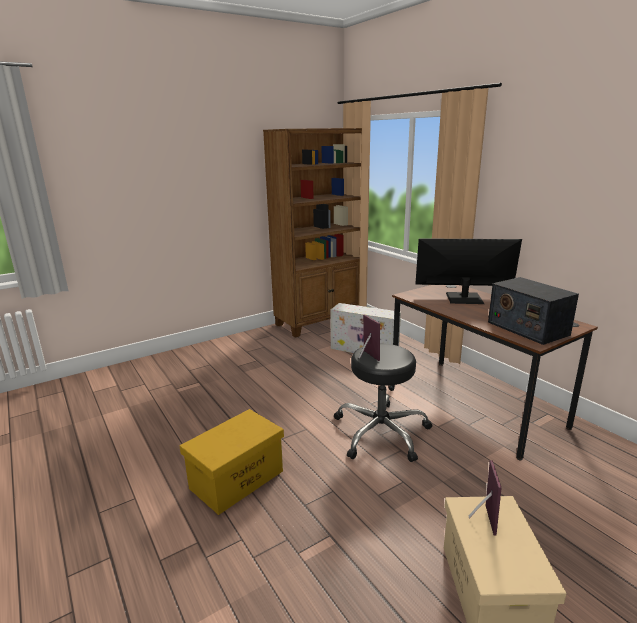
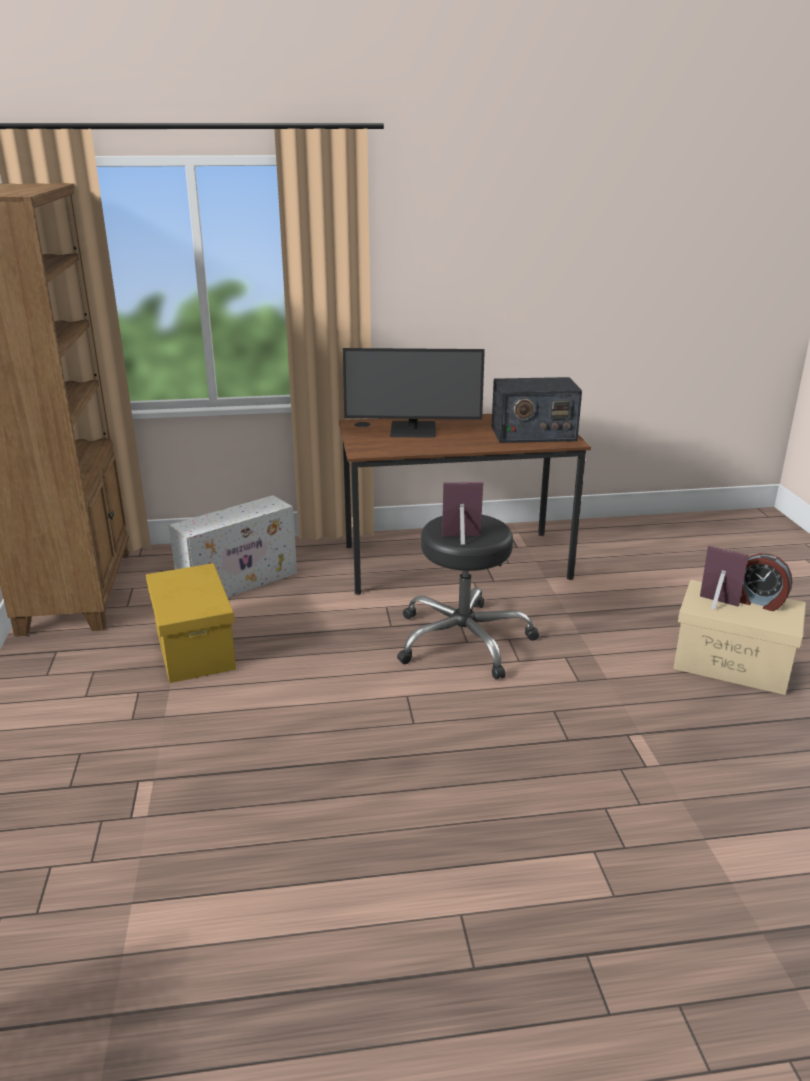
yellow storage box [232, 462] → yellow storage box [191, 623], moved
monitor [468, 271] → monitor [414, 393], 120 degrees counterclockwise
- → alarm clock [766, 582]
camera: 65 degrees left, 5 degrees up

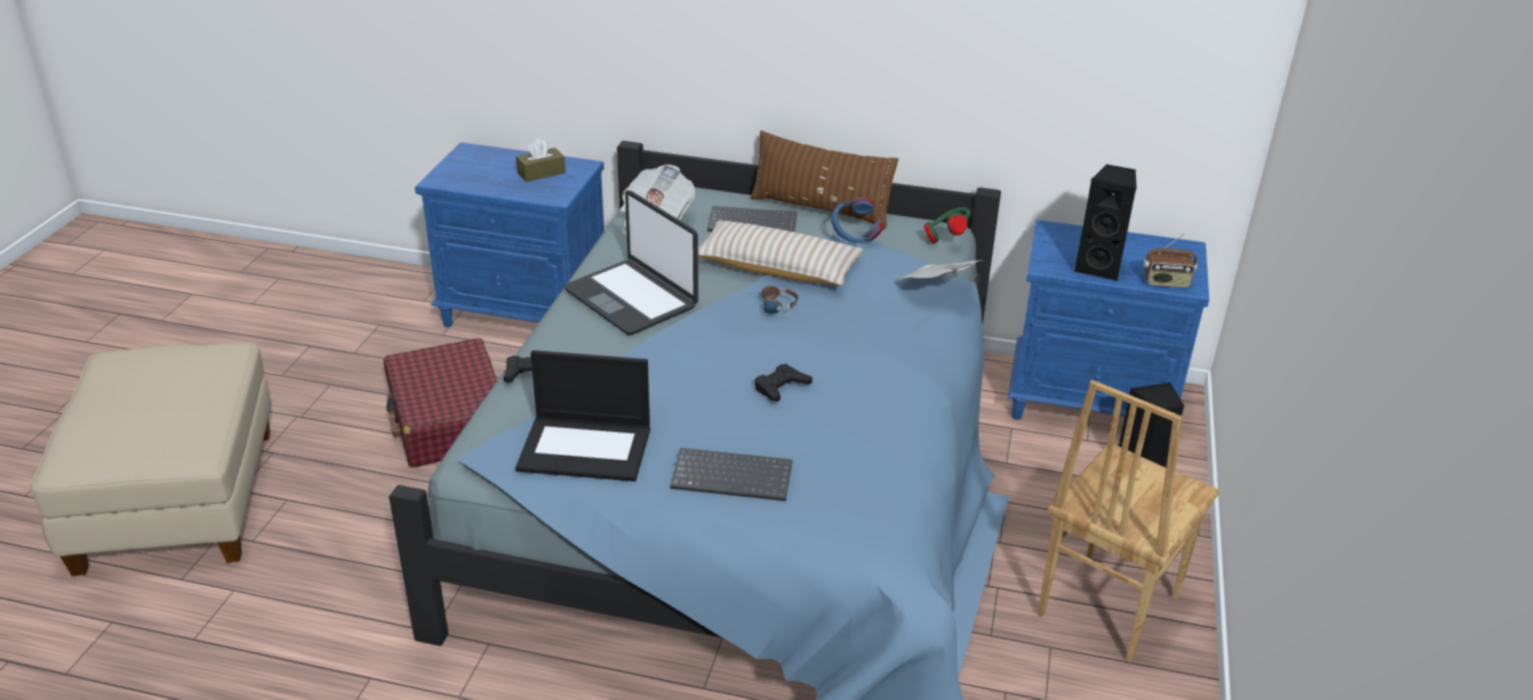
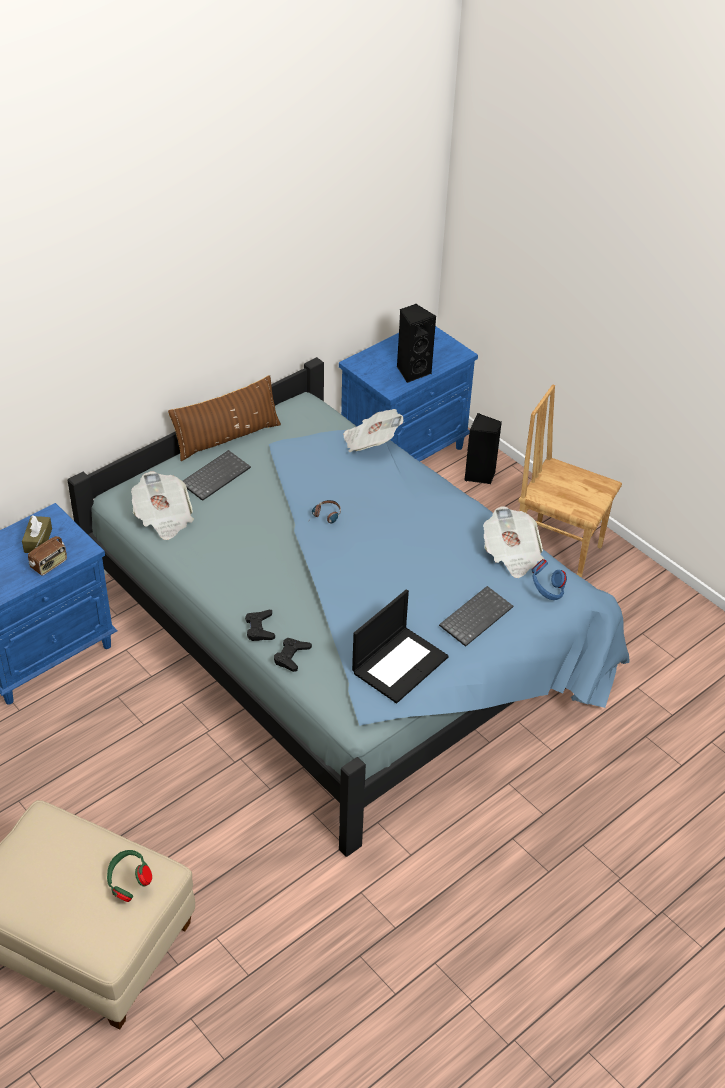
red suitcase [440, 403] → -
laptop [631, 263] → -
beige pillow [780, 253] → -
black game controller [783, 383] → black game controller [260, 625], moved
blue headphones [857, 220] → blue headphones [549, 579], moved
green headphones [947, 225] → green headphones [129, 876], moved
brown chair [1128, 521] → brown chair [570, 481], 135 degrees clockwise
radio [1170, 261] → radio [47, 553], moved
- → newspaper [513, 542]
camera: 55 degrees left, 10 degrees up

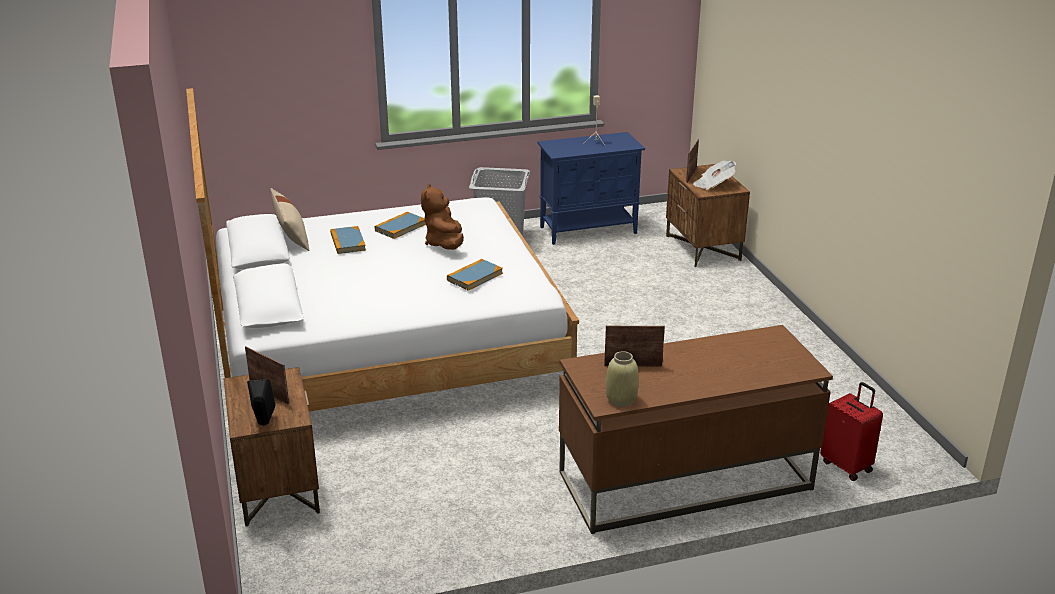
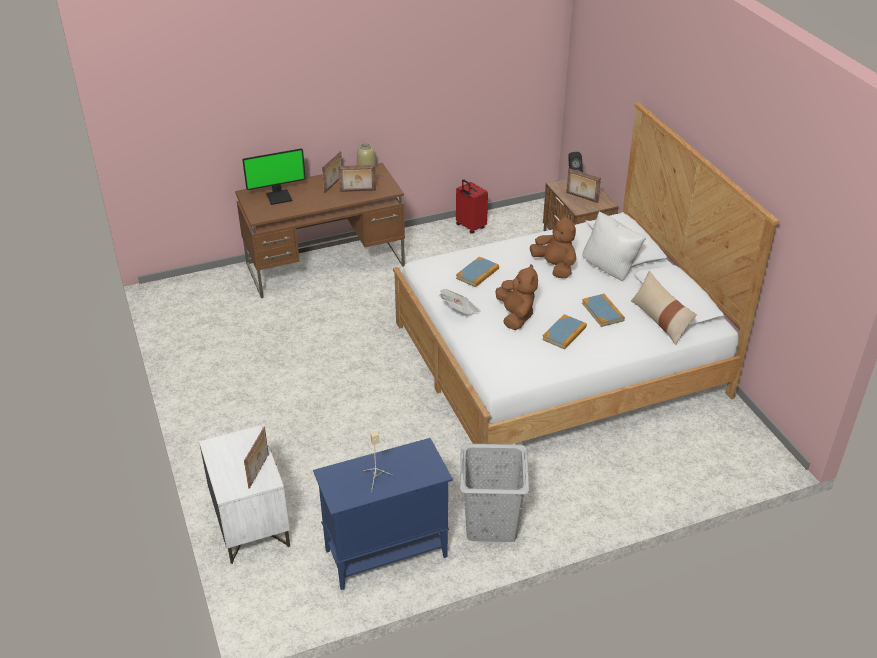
brown nightstand [708, 215] → white nightstand [244, 494]
newspaper [714, 175] → newspaper [460, 301], moved
red suitcase [851, 431] → red suitcase [472, 206], moved
- → monitor [274, 176]
- → picture frame [332, 172]
- → brown plush toy [553, 246]
- → white pillow [614, 246]
camera: 175 degrees right, 10 degrees up

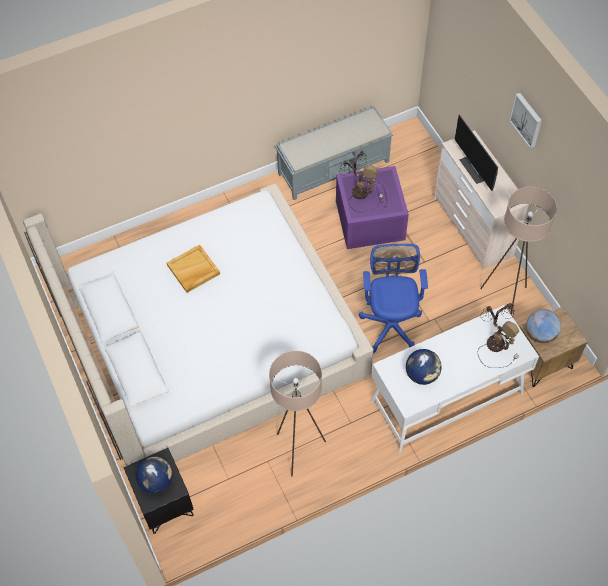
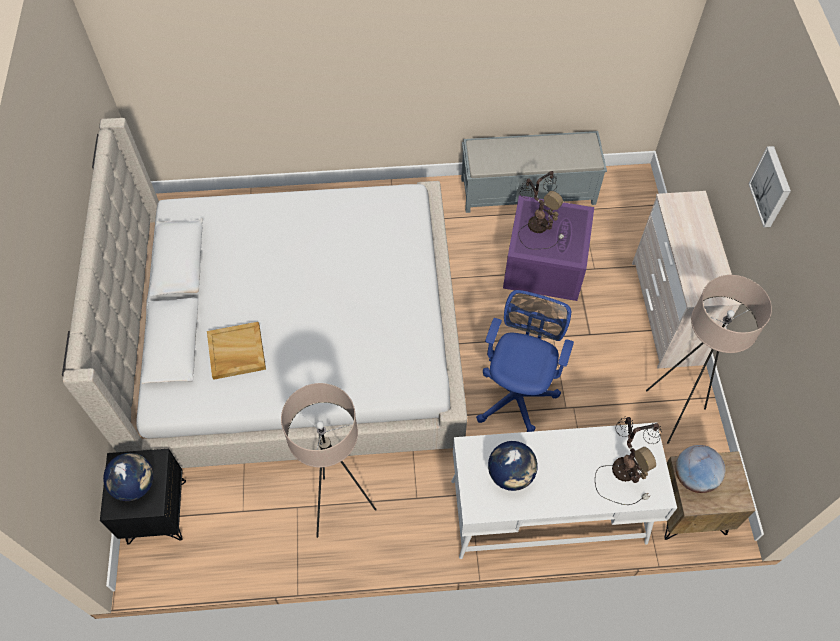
beige tray [193, 269] → beige tray [236, 351], moved
monitor [476, 152] → -
camera: 20 degrees right, 0 degrees up

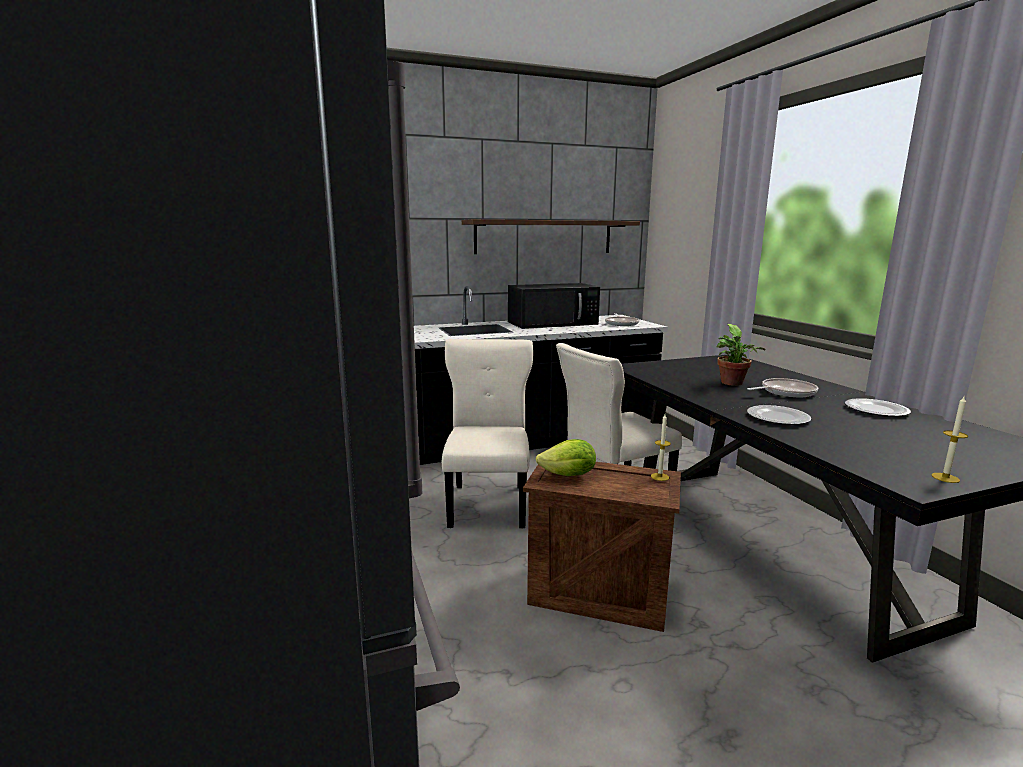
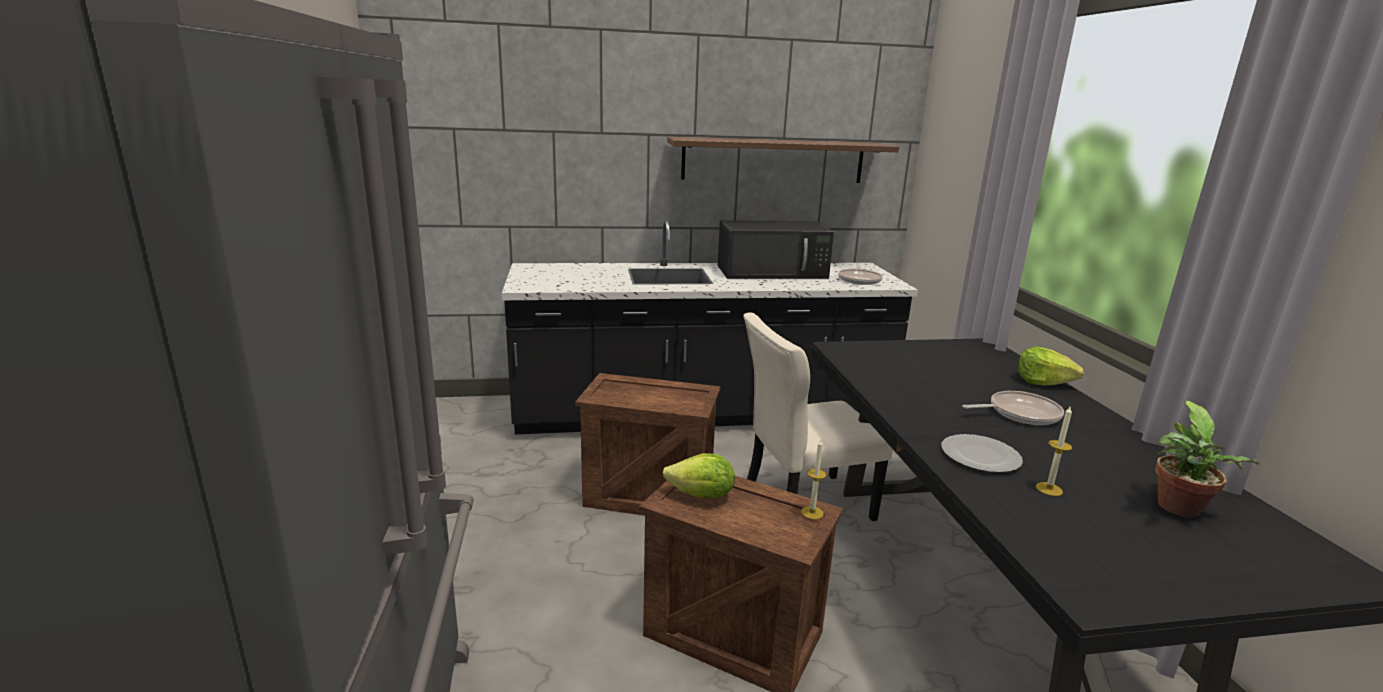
beige chair [487, 434] → crate [647, 444]
potted plant [741, 355] → potted plant [1207, 459], moved
plate [878, 407] → -
candle [949, 440] → candle [1054, 451], moved
- → lettuce [1051, 365]
camera: 10 degrees right, 5 degrees up

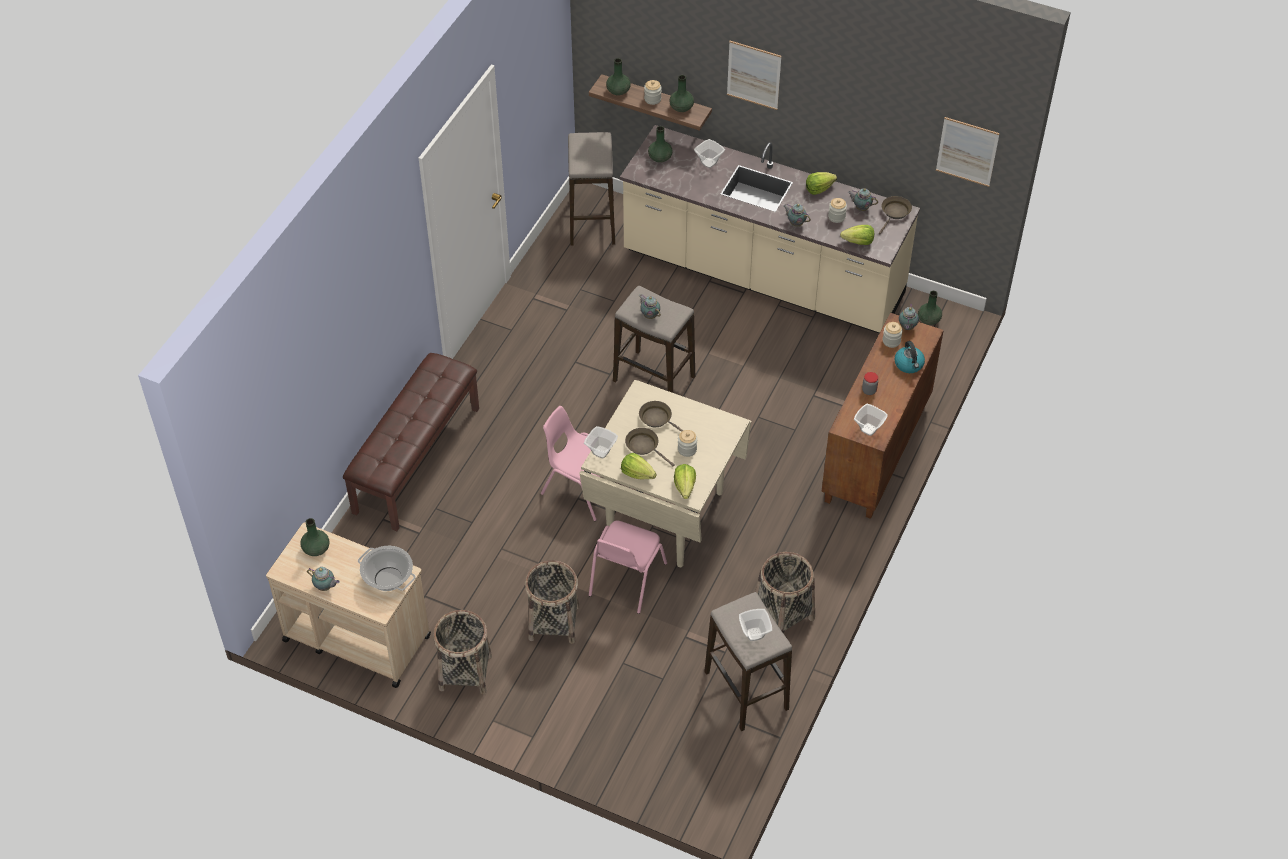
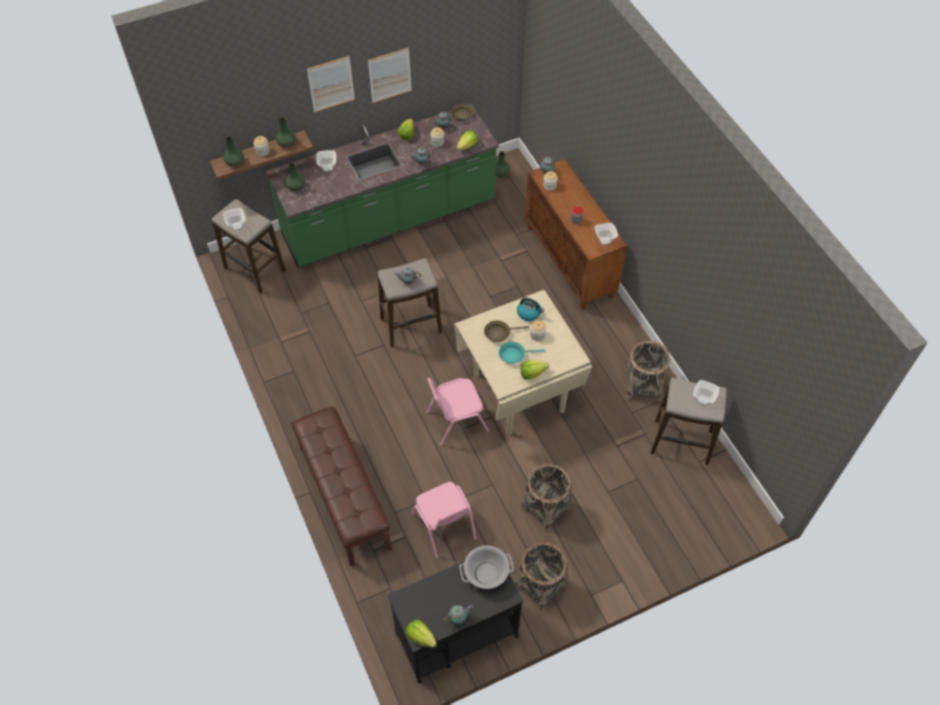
beige cart [348, 605] → black cart [455, 622]
green vase [314, 537] → -
bowl [601, 442] → bowl [234, 219], moved
pink chair [628, 567] → pink chair [444, 520], moved
beige counter [770, 229] → green counter [382, 185]
brown frying pan [650, 447] → turquoise frying pan [522, 353]
lettuce [685, 481] → lettuce [421, 634], moved
kettle [910, 357] → kettle [530, 309], moved
picture [968, 152] → picture [390, 75], moved
camera: 50 degrees left, 5 degrees up

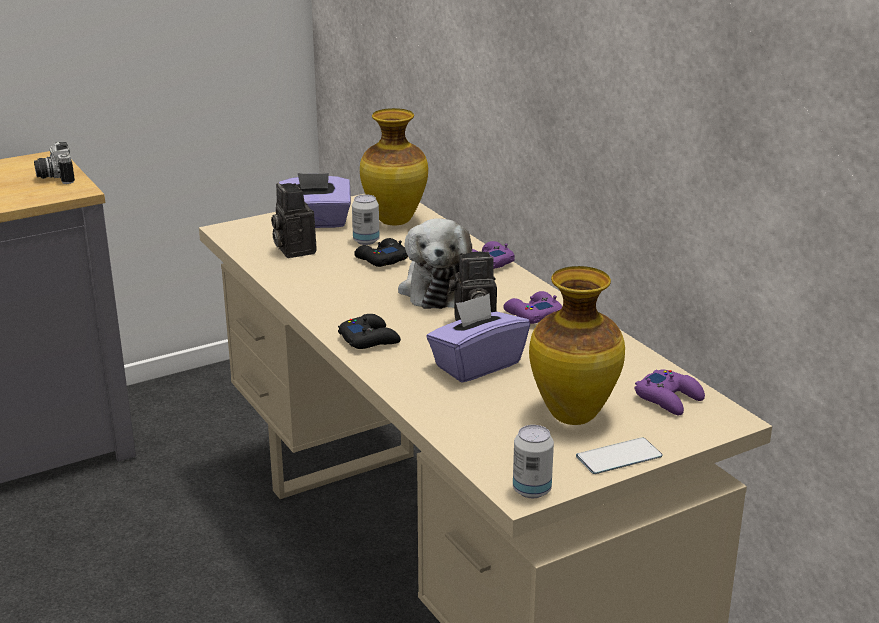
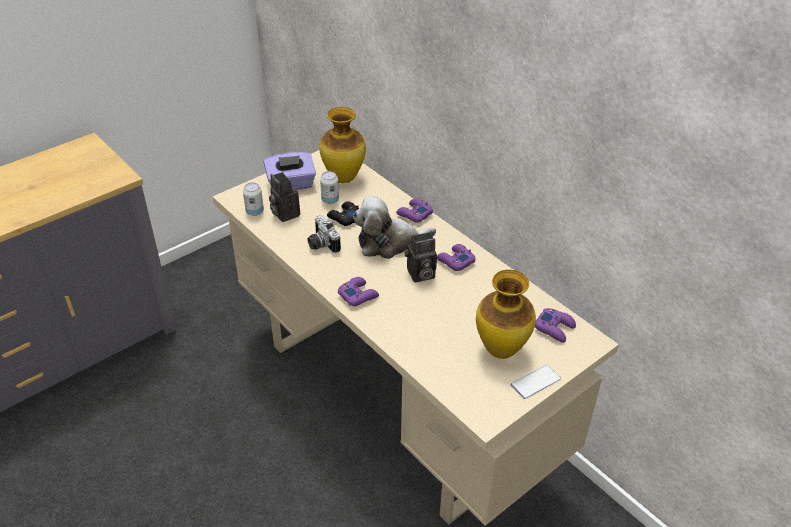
photo camera [54, 163] → photo camera [324, 234], moved
black game controller [369, 331] → purple game controller [358, 291]
plush toy [435, 263] → plush toy [394, 227], 90 degrees clockwise
purple tissue box [478, 338] → -
can [533, 461] → can [253, 199], moved
camera: 10 degrees left, 15 degrees up

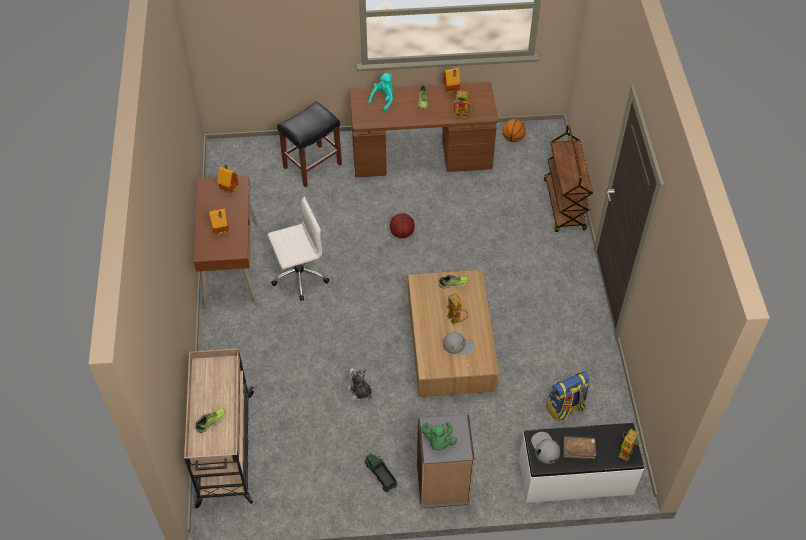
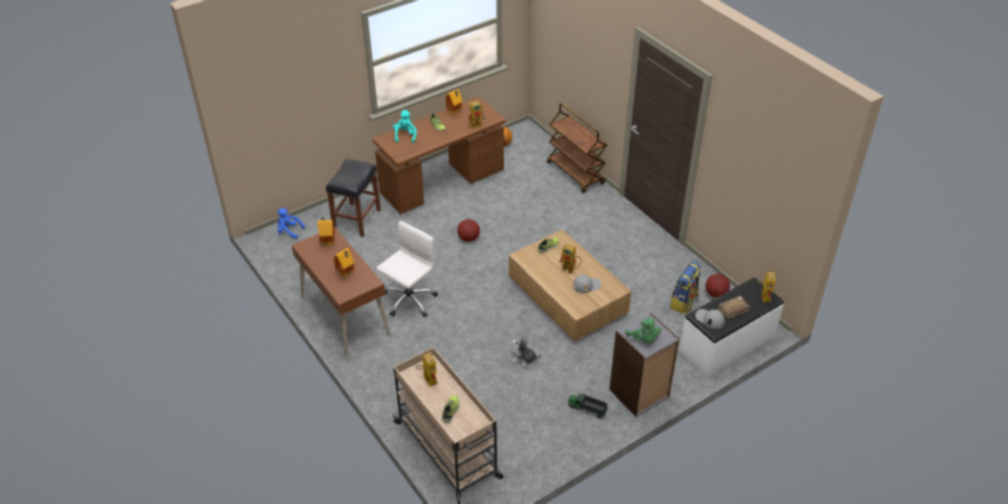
- → blue plush toy [291, 223]
- → toy robot [427, 369]
- → basketball [718, 286]
camera: 30 degrees left, 10 degrees down

